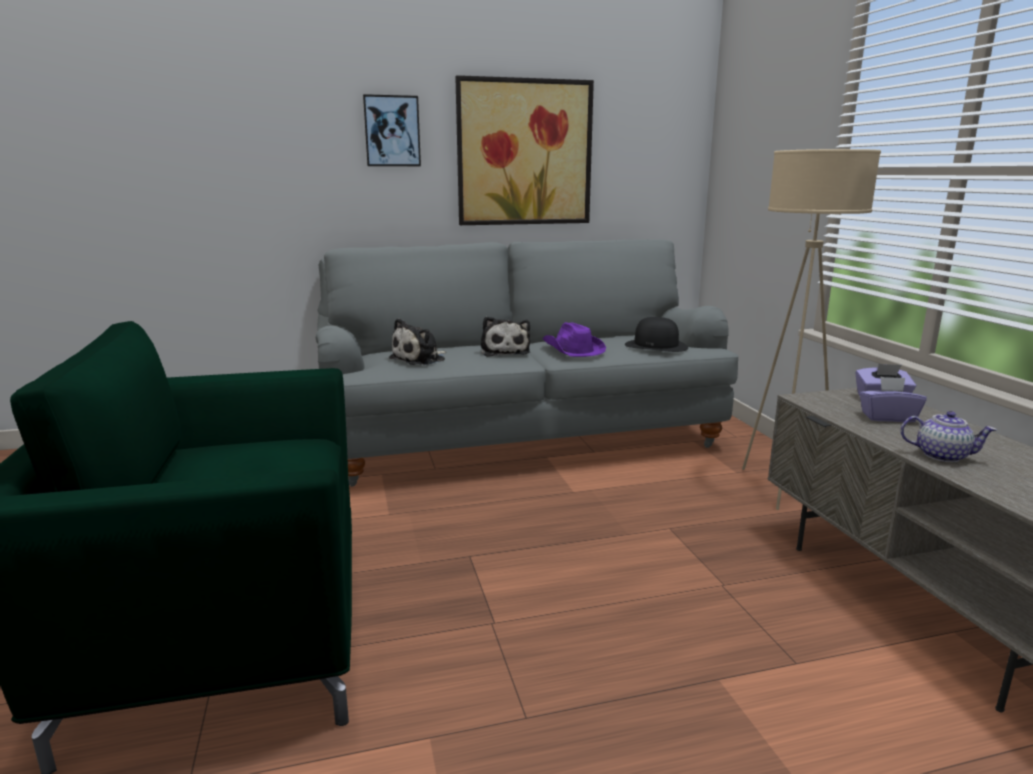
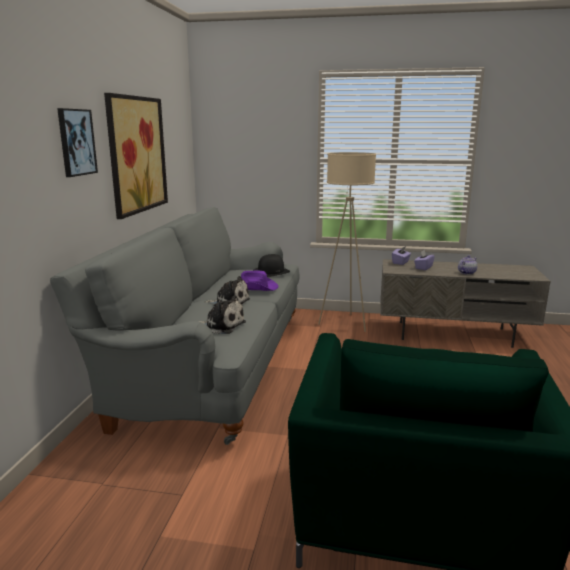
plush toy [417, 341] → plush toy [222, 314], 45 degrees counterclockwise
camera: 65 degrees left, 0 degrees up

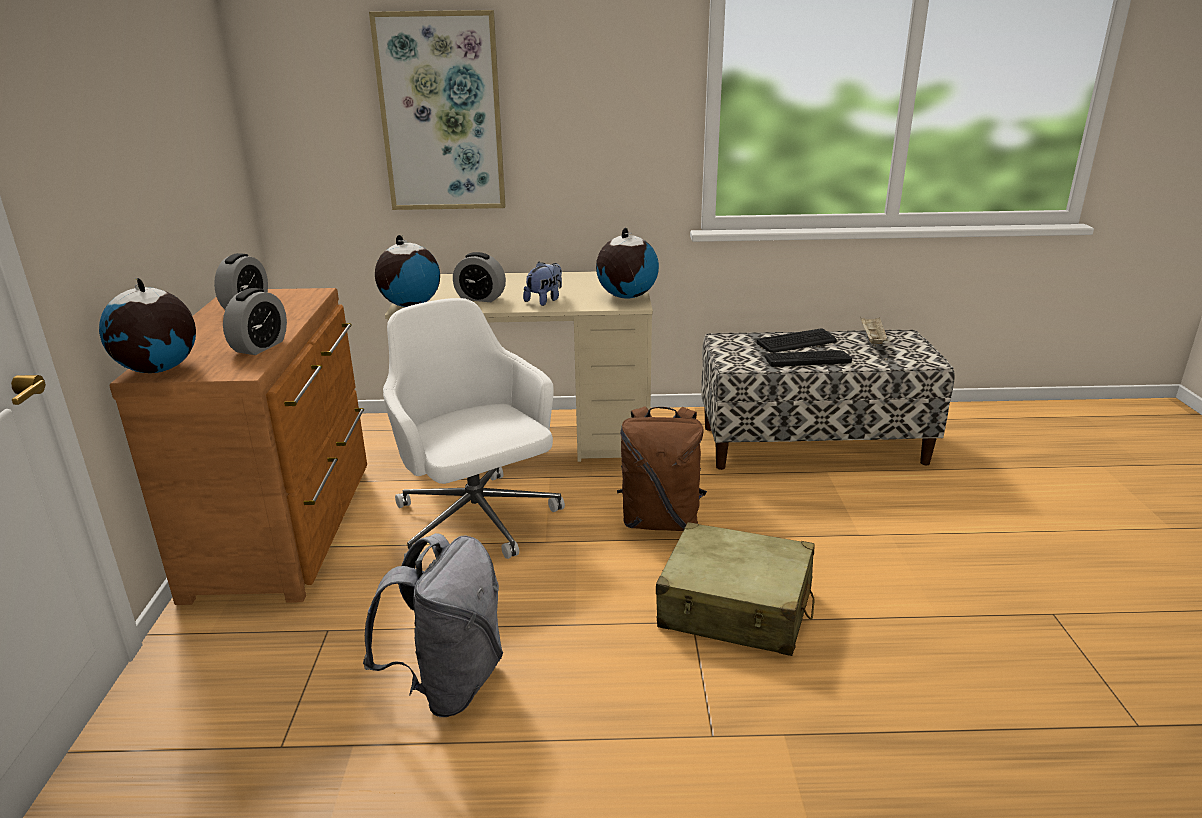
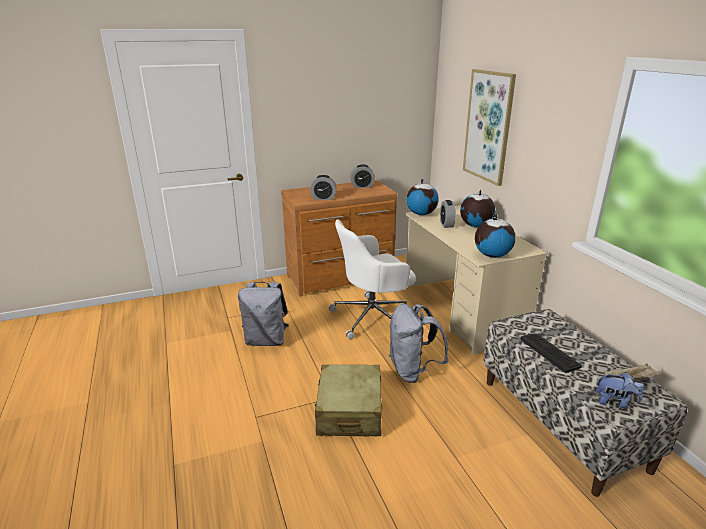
globe [147, 325] → globe [477, 208], moved
white office chair [474, 428] → white office chair [372, 280], 150 degrees counterclockwise
plush toy [542, 284] → plush toy [620, 390], moved
brown backpack [662, 468] → grey backpack [419, 343]
keyboard [797, 340] → -
camera: 70 degrees right, 0 degrees up

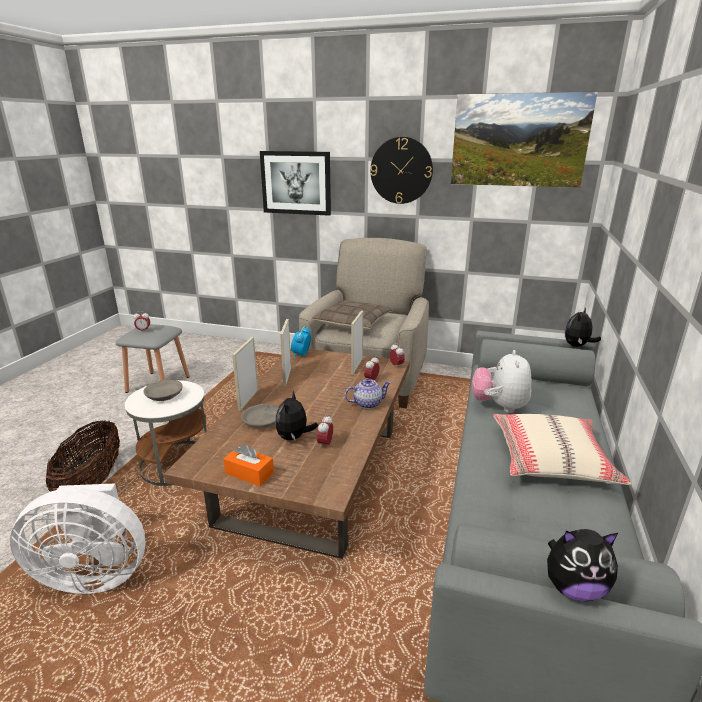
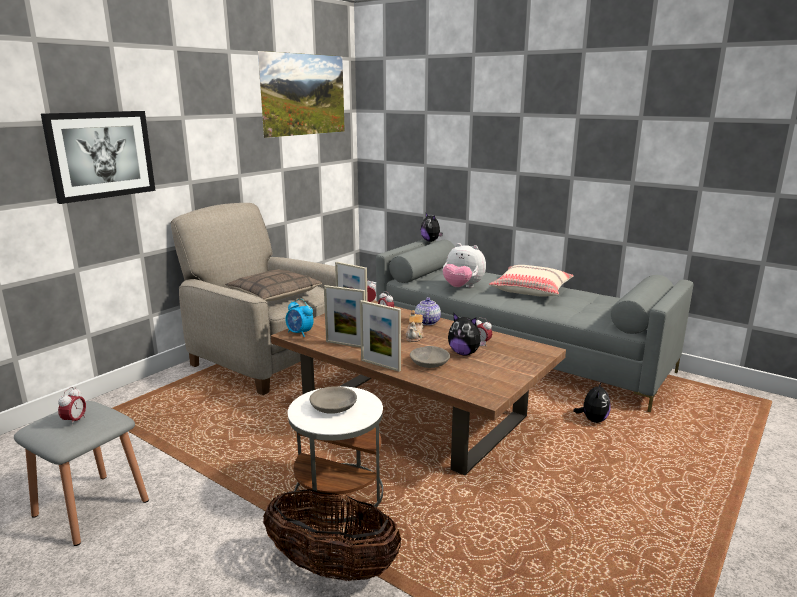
white fan [78, 539] → -
orange tissue box [249, 465] → -
wall clock [401, 170] → -
plush toy [582, 565] → plush toy [592, 402], moved
- → teapot [415, 326]
camera: 70 degrees left, 5 degrees down

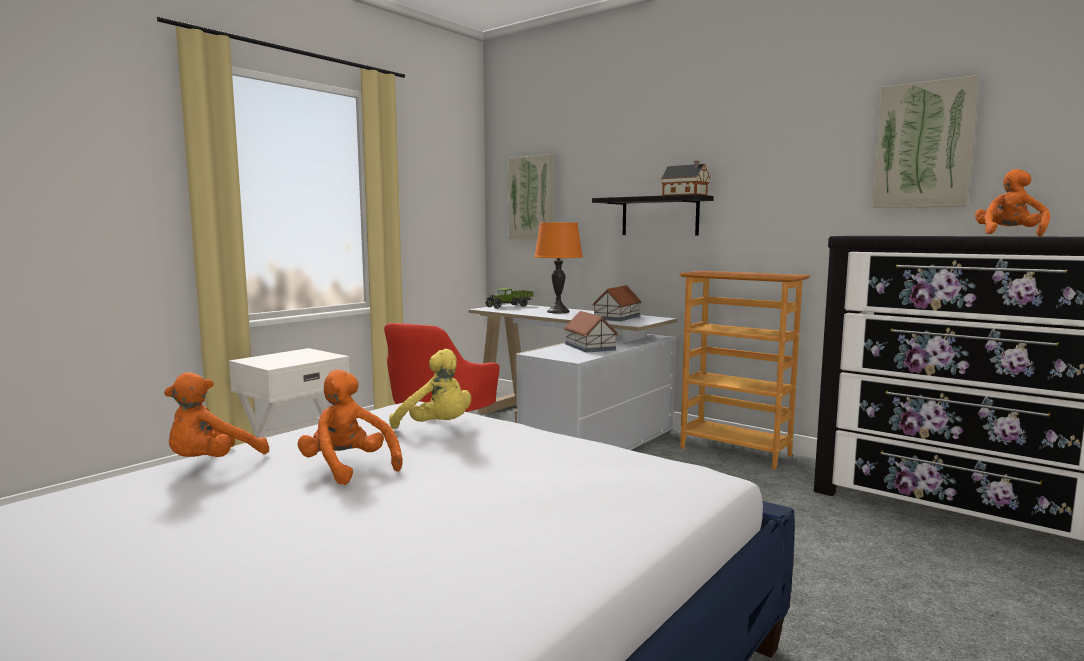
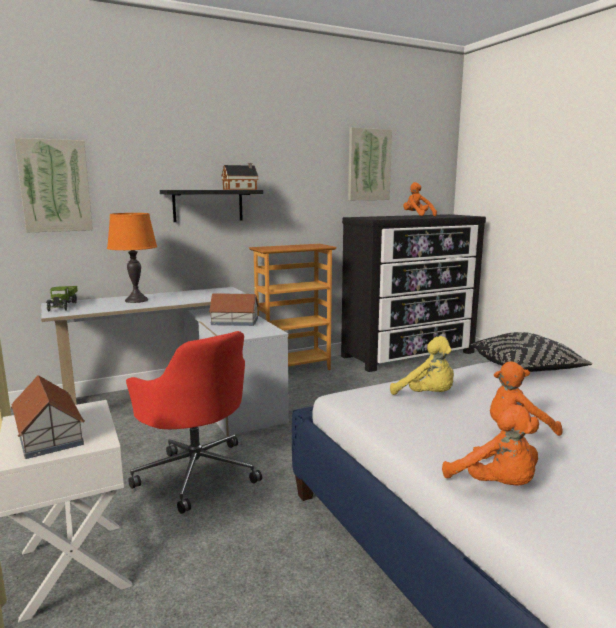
yellow plush toy [430, 389] → yellow plush toy [422, 365], 75 degrees clockwise
toy house [616, 303] → toy house [48, 417], moved
- → black pillow [531, 352]
camera: 65 degrees left, 5 degrees up

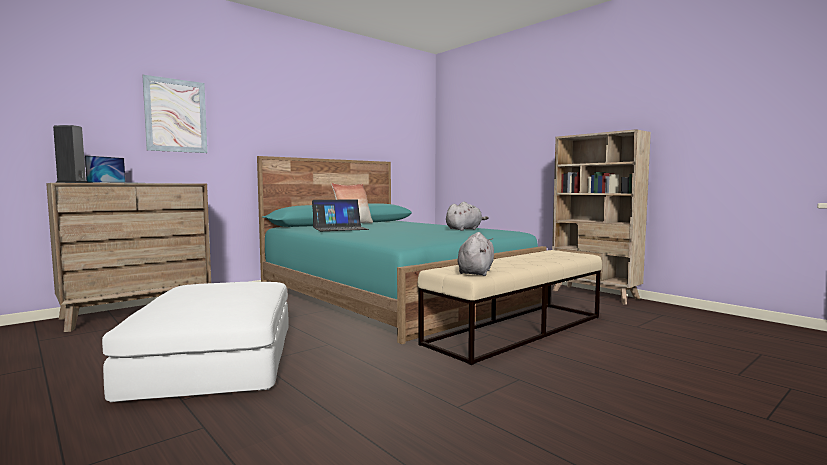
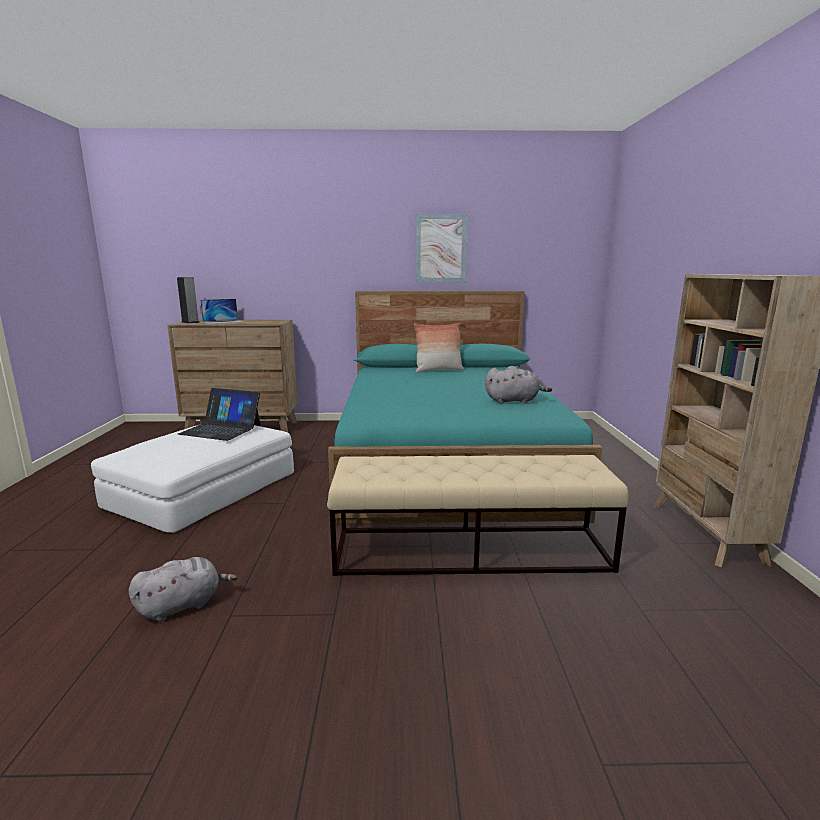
picture [174, 114] → picture [441, 248], moved
laptop [340, 215] → laptop [219, 414], moved
grey plush toy [475, 254] → grey plush toy [183, 589], moved
camera: 40 degrees right, 10 degrees up

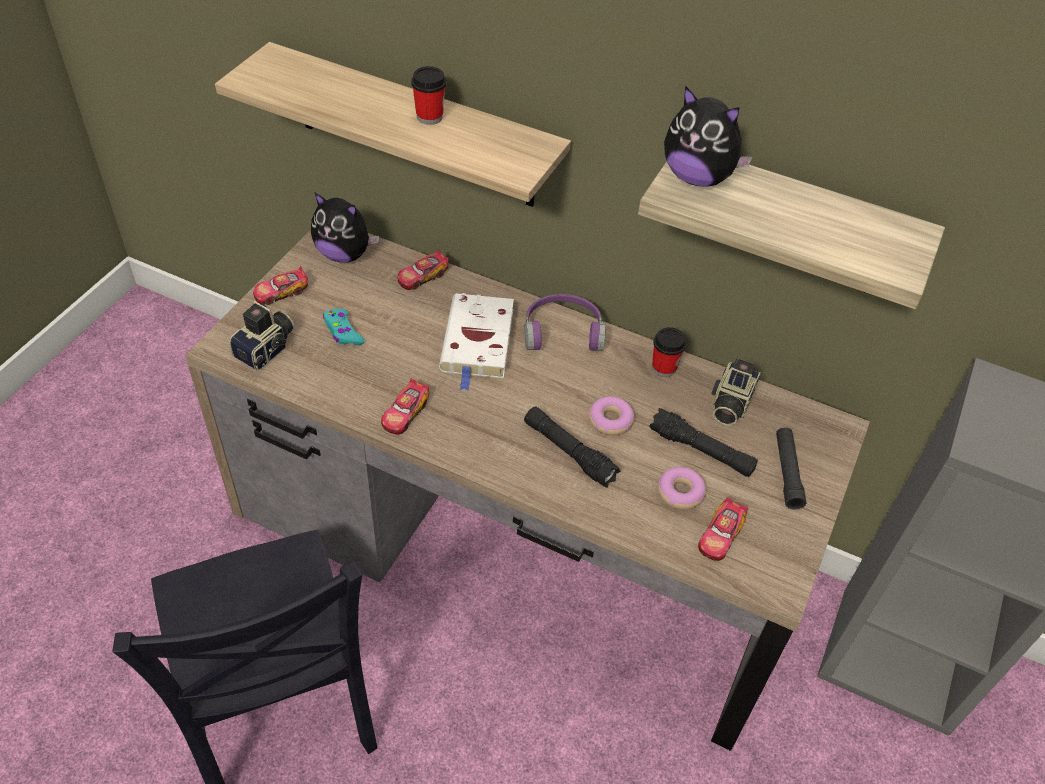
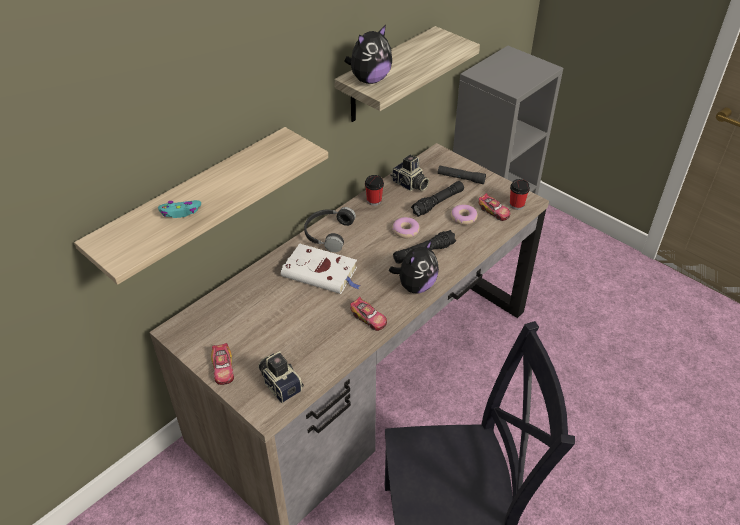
plush toy [345, 227] → plush toy [414, 266], moved
turquoise game controller [343, 327] → turquoise game controller [179, 209], moved
toy car [423, 269] → -
cup [428, 95] → cup [520, 194], moved
purple headphones [564, 322] → black headphones [330, 229]
camera: 70 degrees left, 5 degrees down

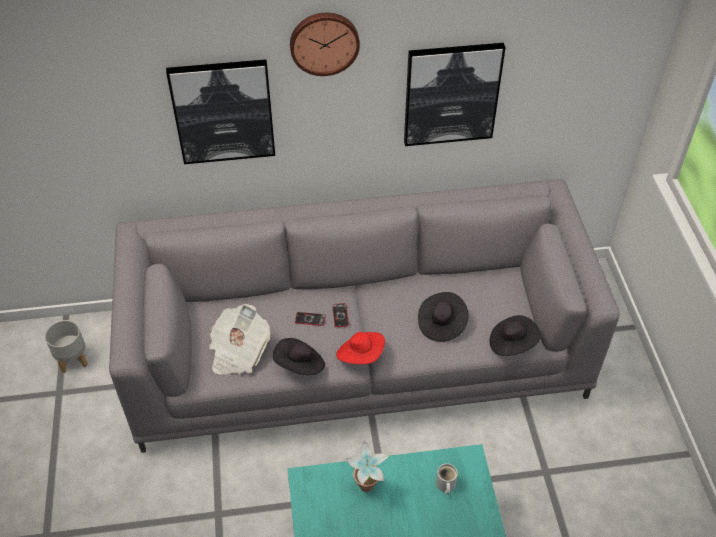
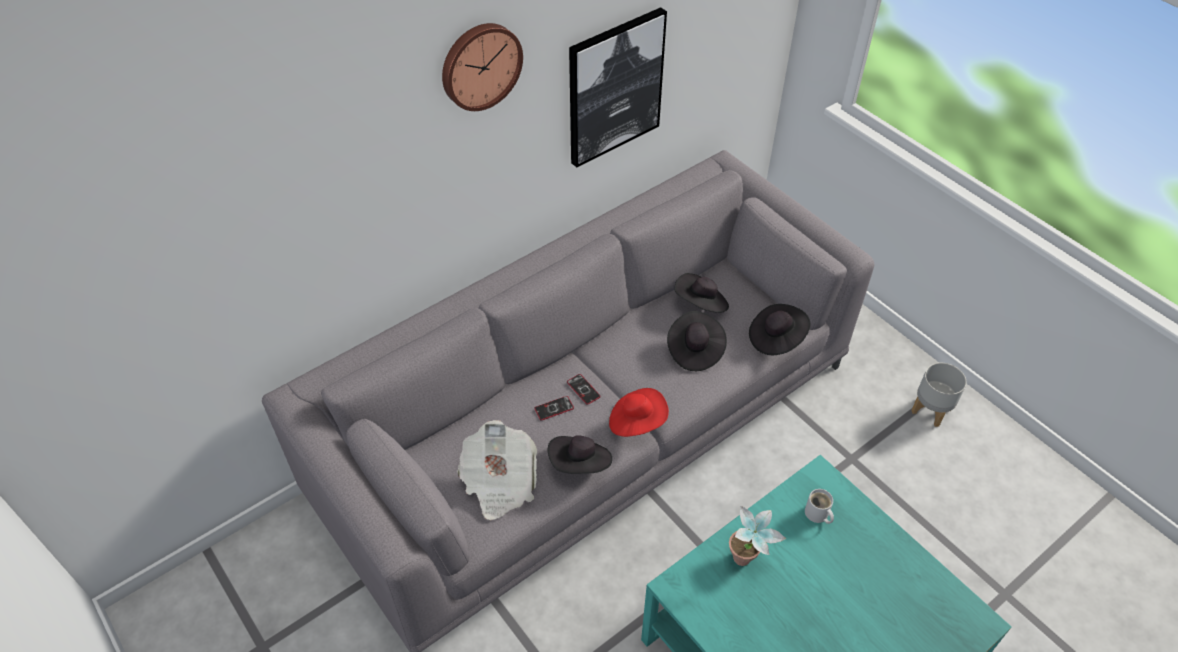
grey planter [66, 346] → grey planter [938, 395], moved
picture [220, 111] → -
- → black hat [701, 293]
camera: 30 degrees left, 0 degrees up

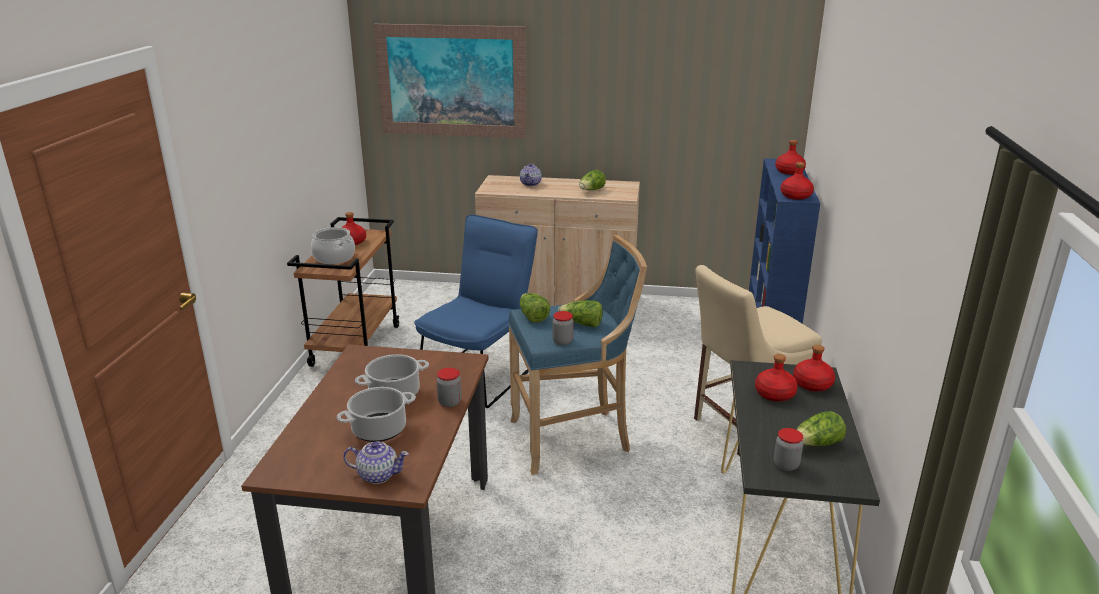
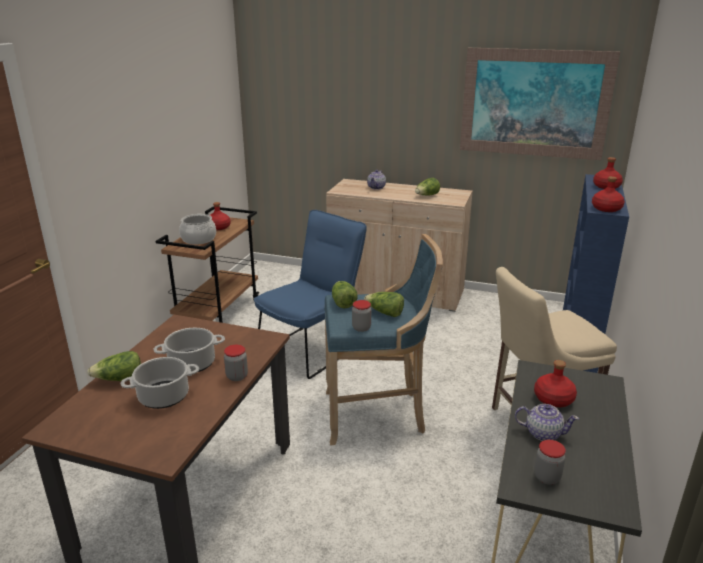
teapot [376, 463] → teapot [547, 422], moved
picture [449, 81] → picture [540, 104], moved
red bottle [814, 368] → -
lettuce [821, 428] → lettuce [114, 366], moved
camera: 10 degrees right, 0 degrees up

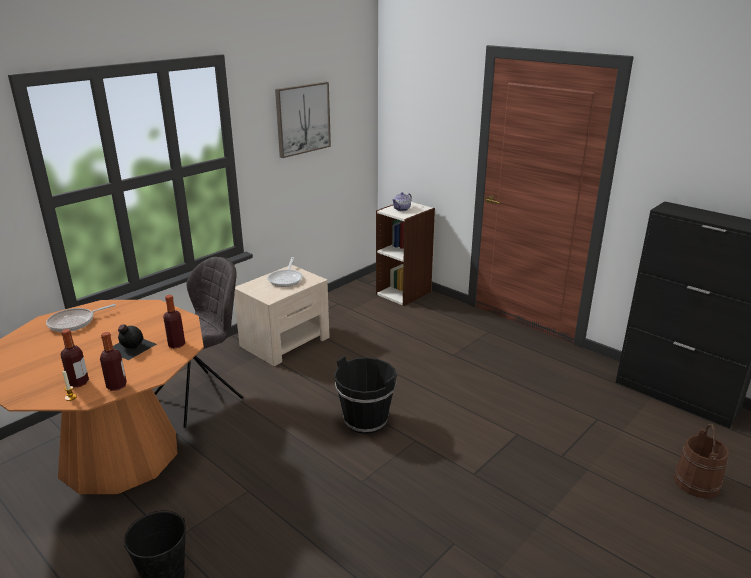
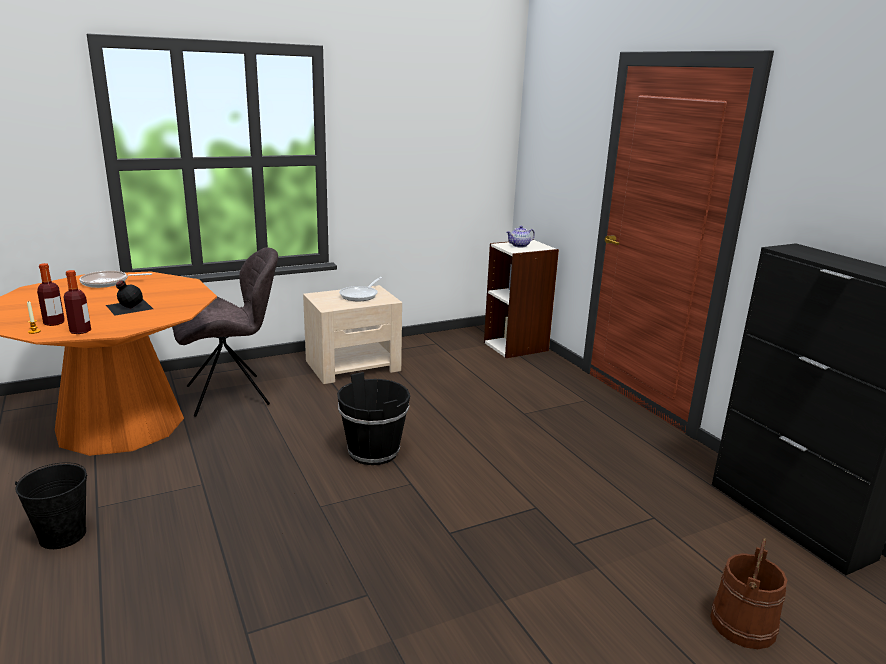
bottle [174, 322] → -
picture [303, 120] → -
camera: 20 degrees right, 5 degrees down

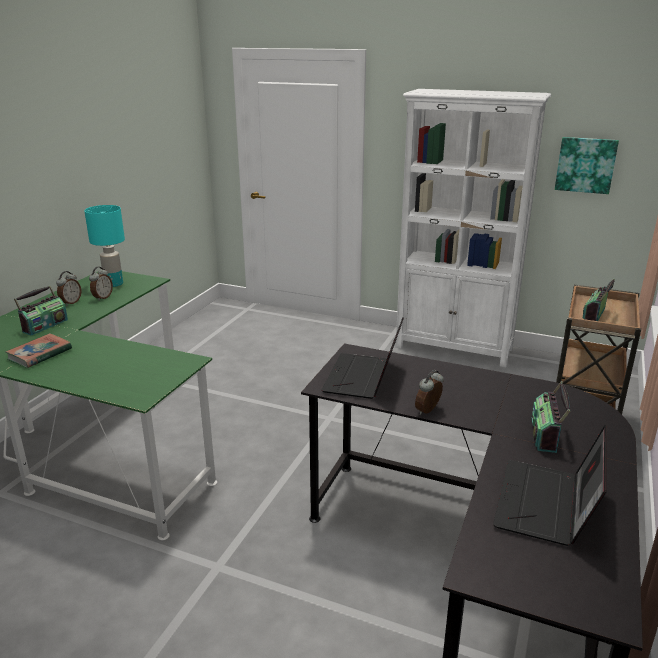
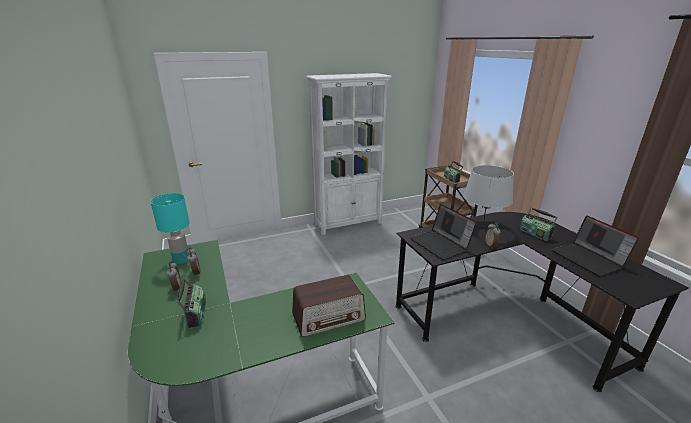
book [39, 350] → -
picture [587, 165] → -
- → radio [329, 306]
- → grey table lamp [489, 195]
camera: 45 degrees left, 0 degrees up

